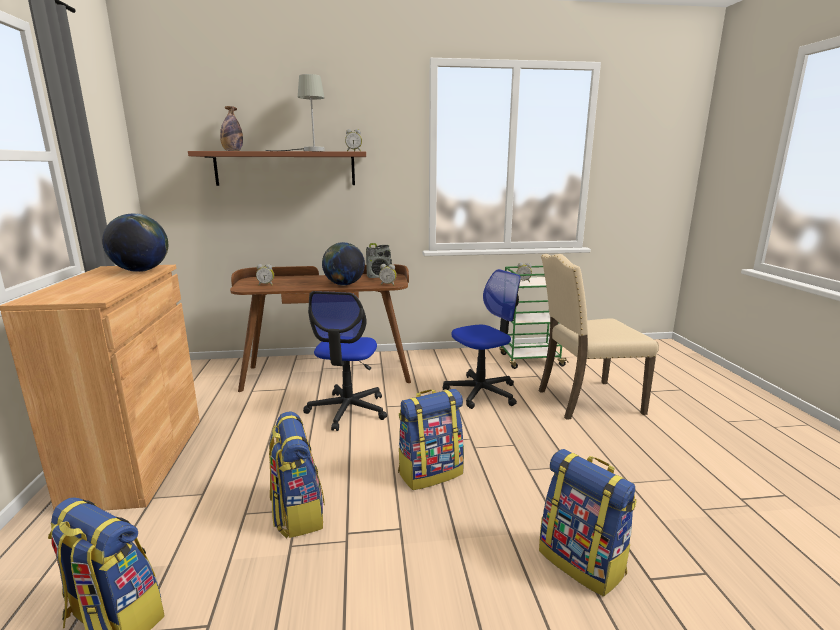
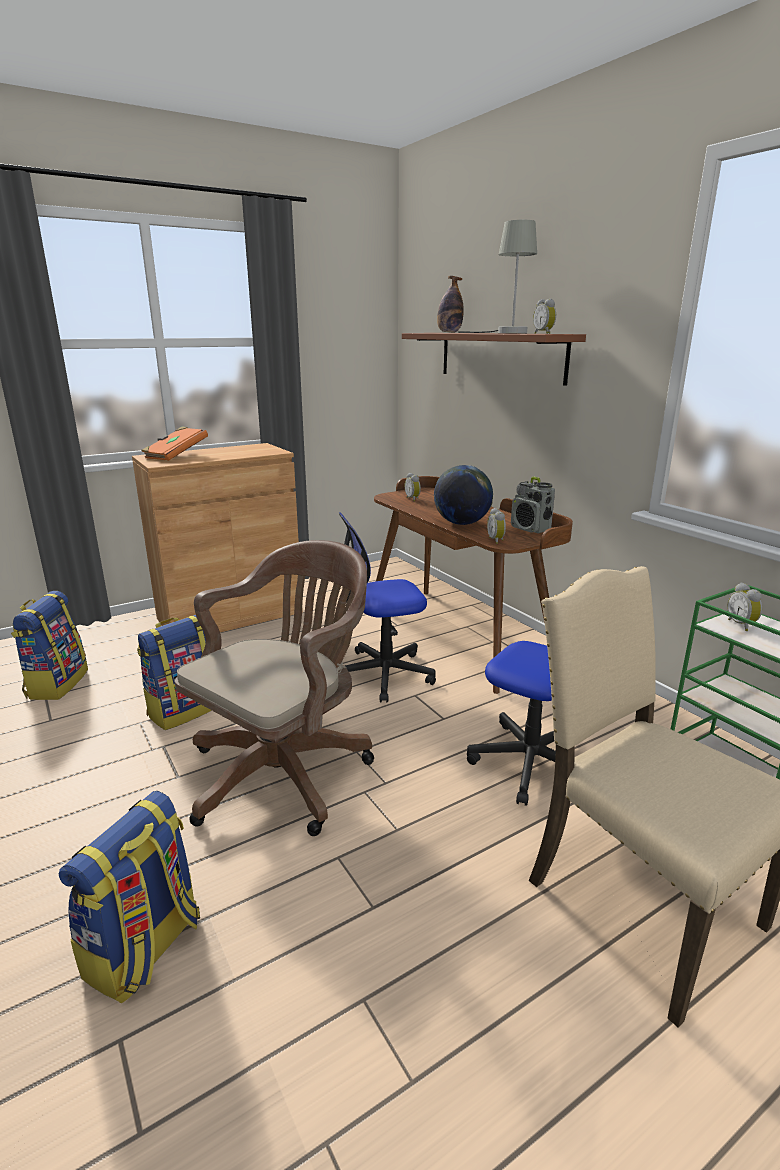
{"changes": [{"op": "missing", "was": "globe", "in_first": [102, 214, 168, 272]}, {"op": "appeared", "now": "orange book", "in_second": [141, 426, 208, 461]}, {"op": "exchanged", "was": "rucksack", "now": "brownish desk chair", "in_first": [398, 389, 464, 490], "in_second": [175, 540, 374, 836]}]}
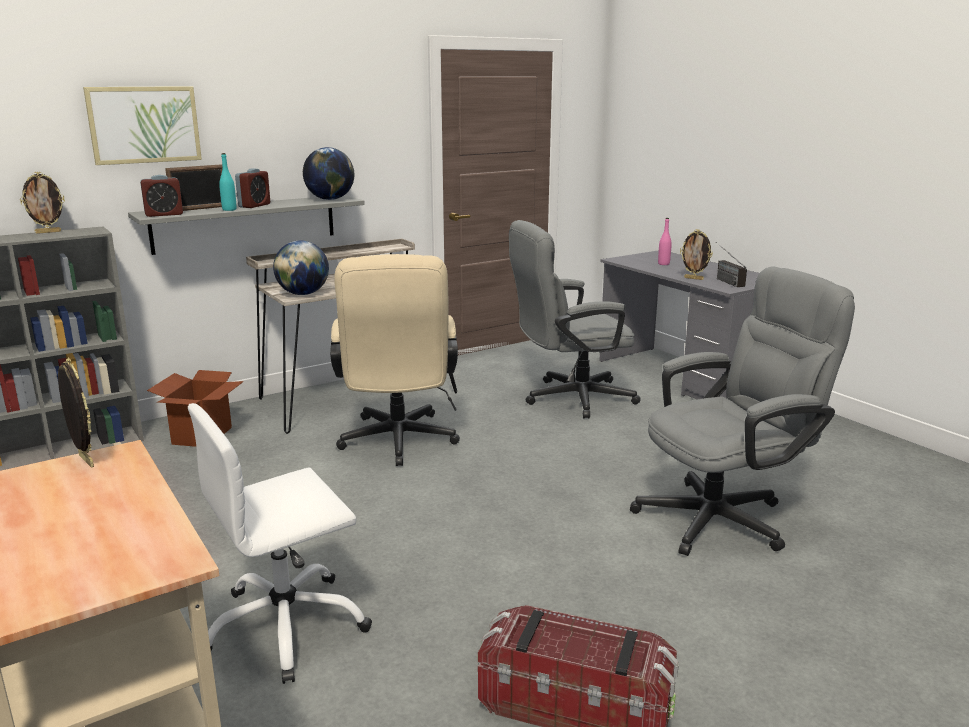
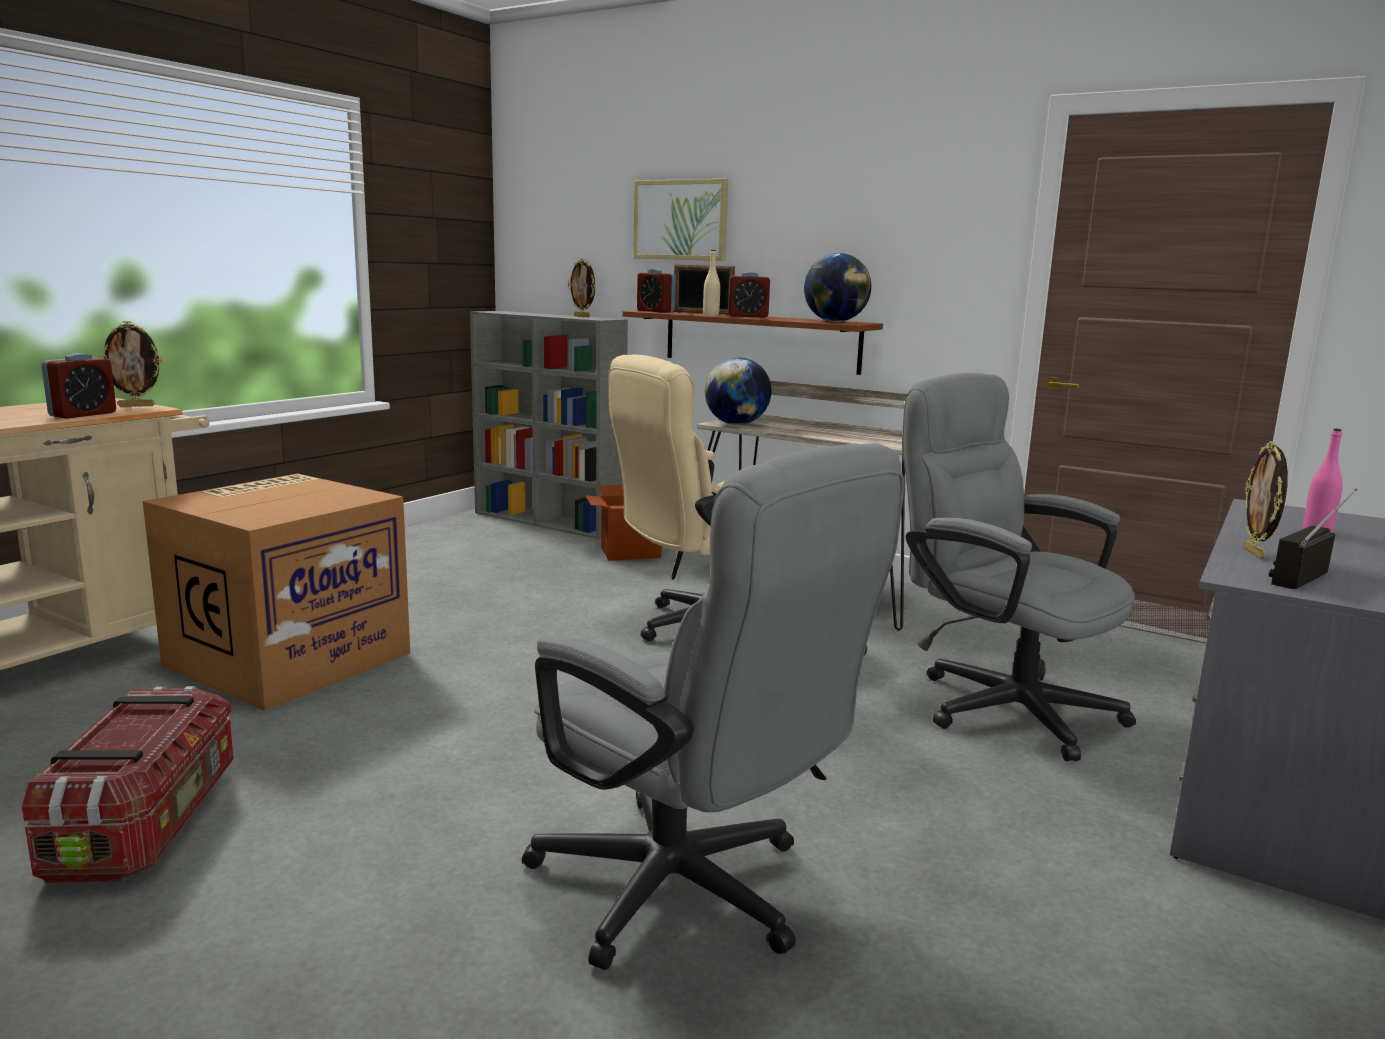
{"changes": [{"op": "appeared", "now": "alarm clock", "in_second": [41, 353, 116, 419]}, {"op": "exchanged", "was": "white desk chair", "now": "cardboard box", "in_first": [188, 403, 372, 684], "in_second": [143, 474, 410, 711]}, {"op": "colour", "was": "greyish bracket shelf", "now": "brownish bracket shelf", "in_first": [128, 195, 365, 255], "in_second": [622, 310, 883, 375]}, {"op": "colour", "was": "turquoise beverage bottle", "now": "beige-coloured beverage bottle", "in_first": [219, 153, 236, 211], "in_second": [703, 250, 720, 316]}, {"op": "spun", "was": "picture frame", "in_first": [58, 357, 94, 468], "in_second": [99, 321, 163, 407], "clockwise": 45}]}
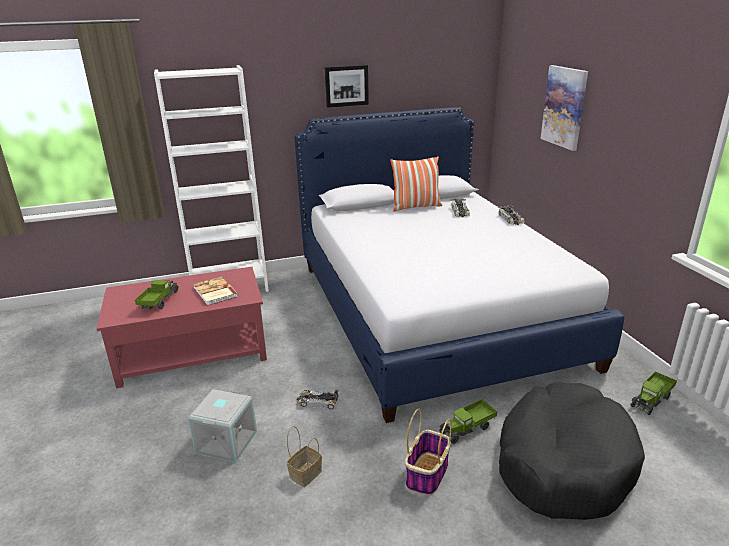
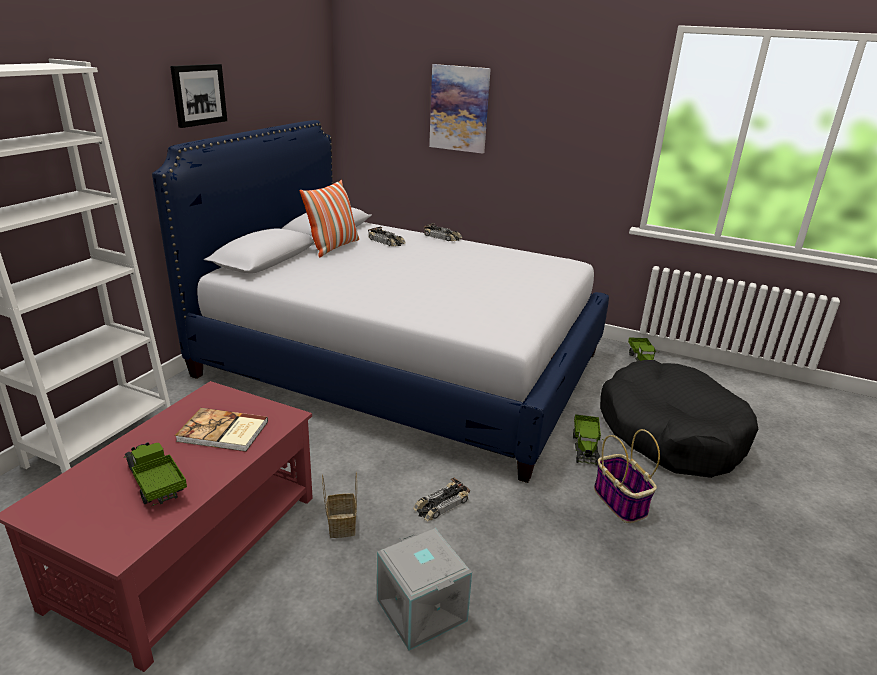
{"changes": [{"op": "relocated", "was": "storage basket", "in_first": [287, 426, 322, 487], "in_second": [322, 472, 357, 538]}]}
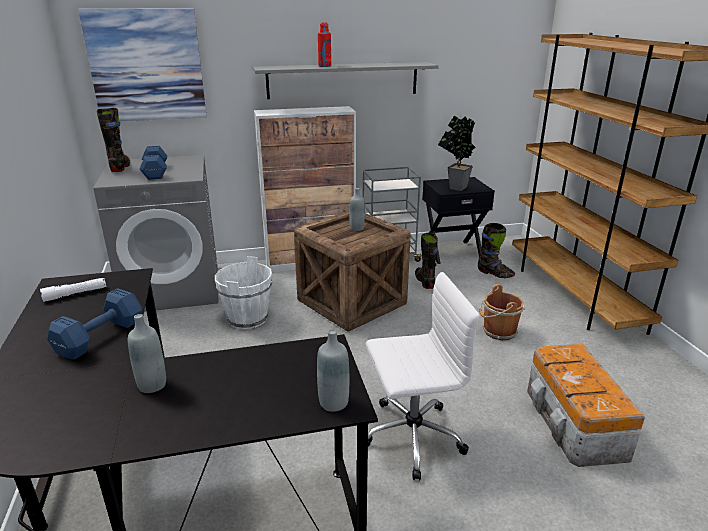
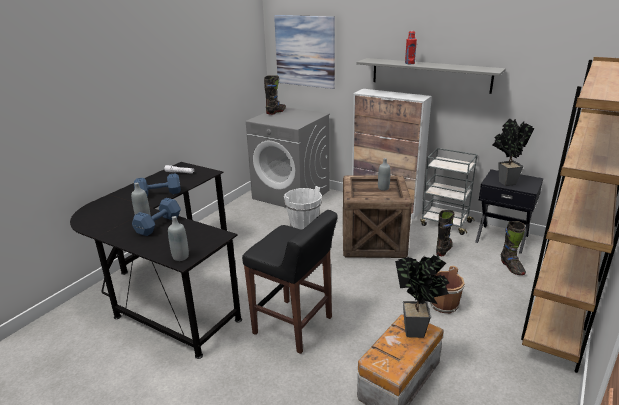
{"changes": [{"op": "appeared", "now": "potted plant", "in_second": [395, 253, 449, 338]}, {"op": "relocated", "was": "blue free weight", "in_first": [140, 146, 167, 180], "in_second": [132, 198, 181, 236]}, {"op": "exchanged", "was": "white desk chair", "now": "black stool", "in_first": [366, 272, 479, 481], "in_second": [242, 210, 338, 354]}]}
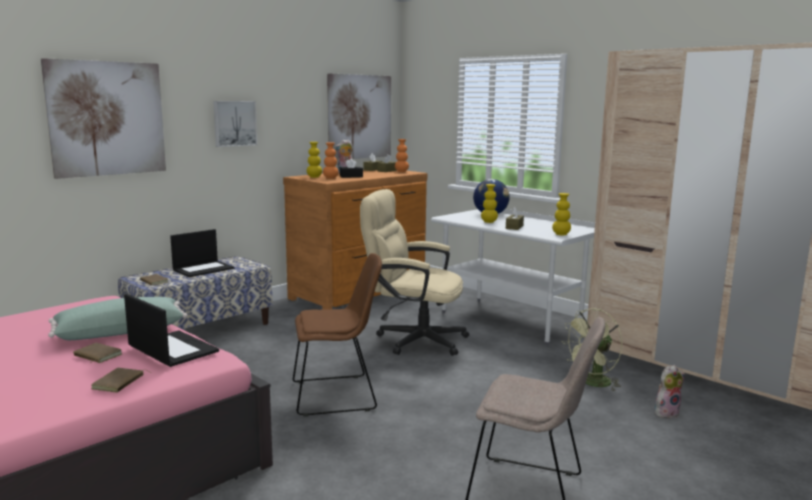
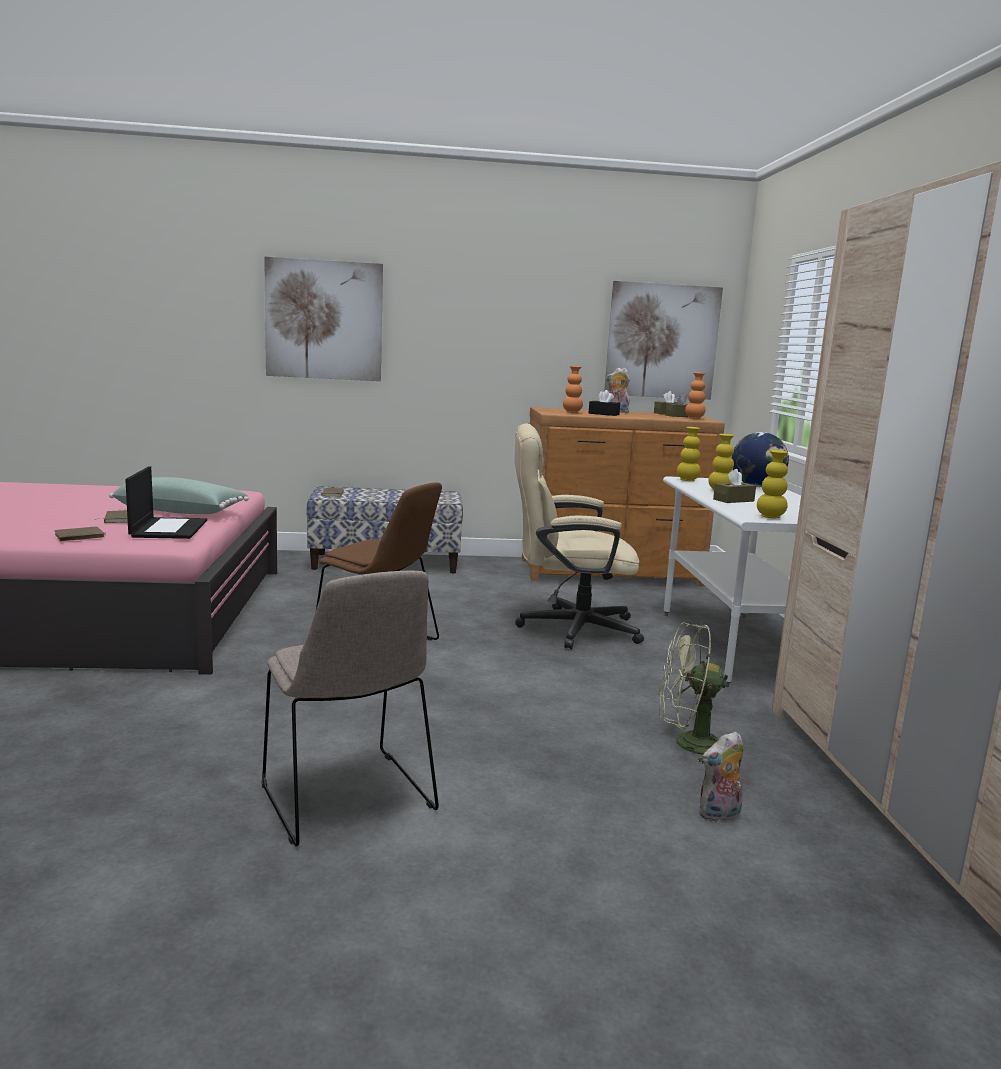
{"changes": [{"op": "missing", "was": "notebook computer", "in_first": [170, 229, 235, 277]}, {"op": "missing", "was": "picture", "in_first": [213, 101, 257, 147]}, {"op": "relocated", "was": "yellow decorative vase", "in_first": [307, 142, 322, 178], "in_second": [677, 427, 701, 481]}, {"op": "spun", "was": "beige-coloured desk chair", "in_first": [360, 189, 469, 356], "in_second": [515, 423, 644, 649], "clockwise": -60}, {"op": "spun", "was": "plush toy", "in_first": [654, 365, 685, 418], "in_second": [699, 731, 744, 823], "clockwise": 135}]}
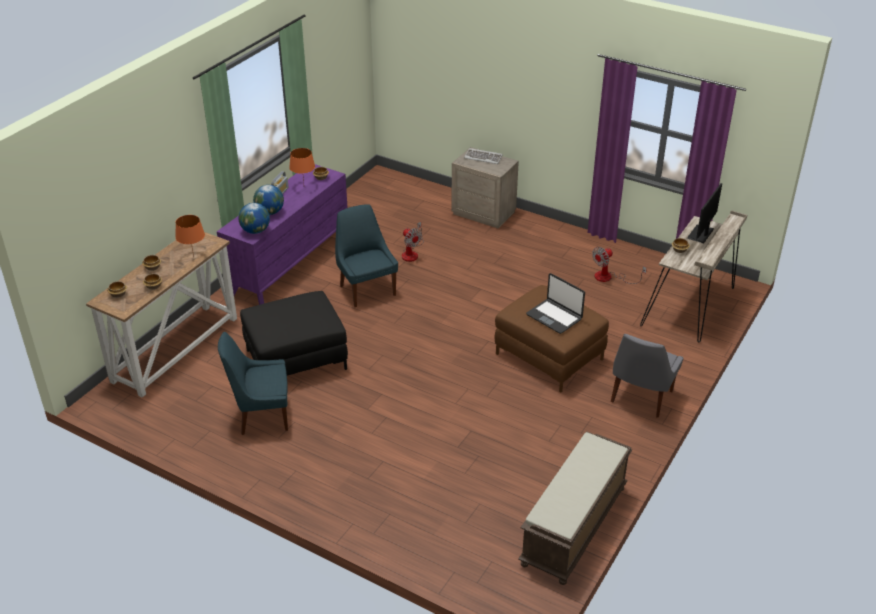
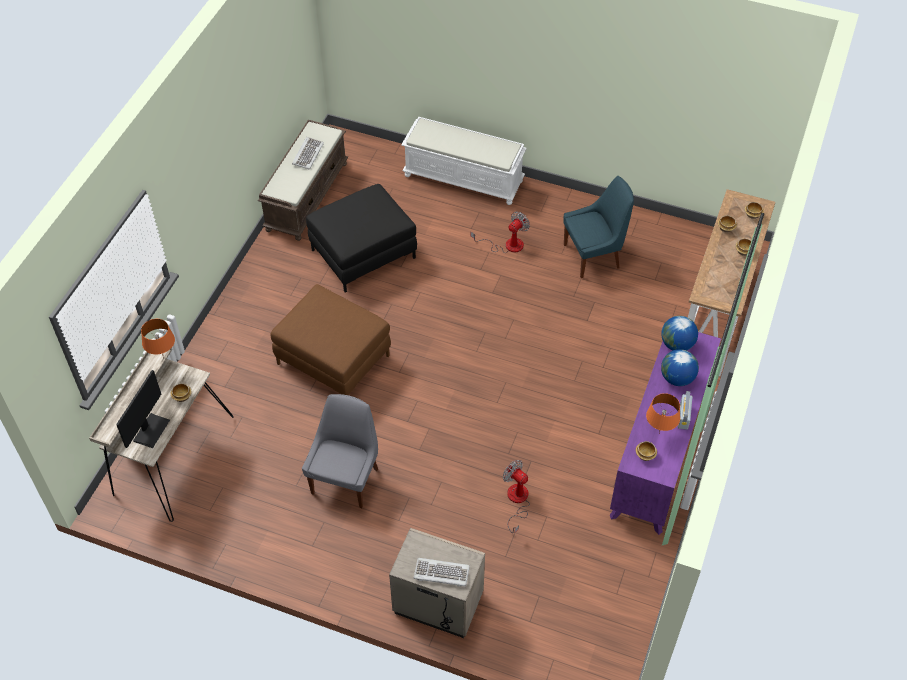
{"changes": [{"op": "missing", "was": "blue upright chair", "in_first": [335, 204, 398, 307]}, {"op": "missing", "was": "notebook computer", "in_first": [526, 273, 585, 334]}, {"op": "appeared", "now": "keyboard", "in_second": [292, 137, 324, 169]}, {"op": "appeared", "now": "white indoor bench", "in_second": [401, 117, 527, 205]}, {"op": "relocated", "was": "orange tabletop lamp", "in_first": [175, 215, 205, 256], "in_second": [141, 319, 175, 358]}, {"op": "relocated", "was": "black ottoman", "in_first": [240, 291, 348, 376], "in_second": [306, 184, 417, 293]}, {"op": "relocated", "was": "cooling fan", "in_first": [592, 247, 647, 284], "in_second": [471, 212, 530, 253]}, {"op": "relocated", "was": "greyish upright chair", "in_first": [611, 334, 684, 418], "in_second": [302, 394, 378, 508]}]}
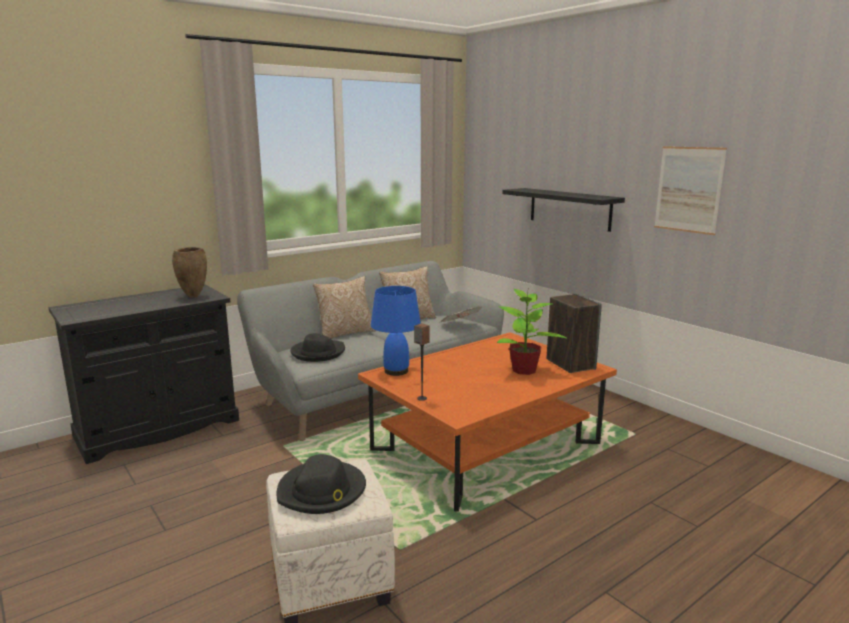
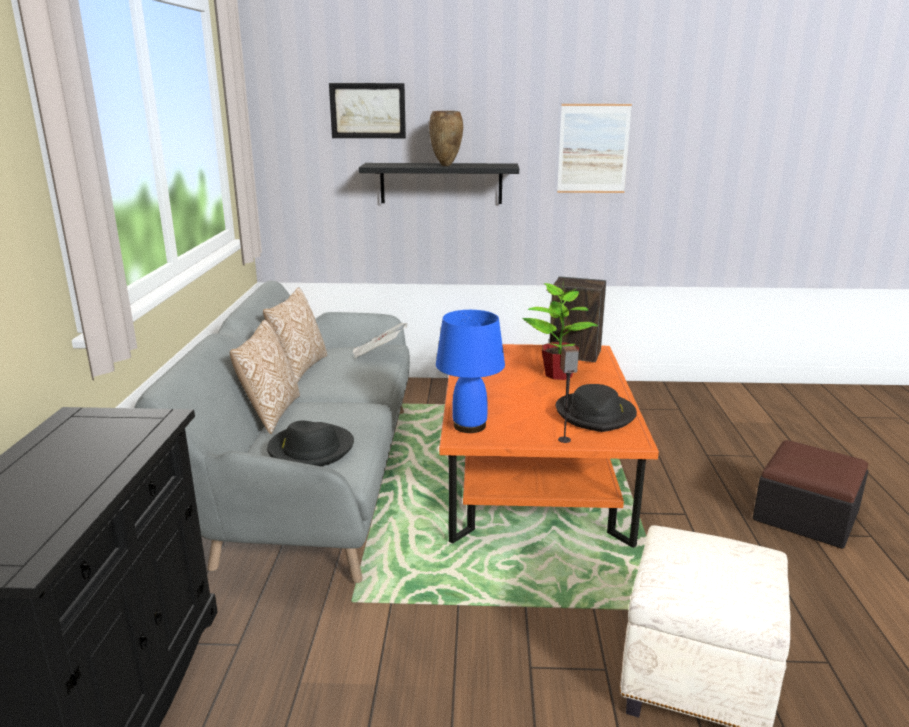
{"changes": [{"op": "appeared", "now": "picture", "in_second": [329, 83, 406, 138]}, {"op": "appeared", "now": "ottoman", "in_second": [753, 440, 868, 549]}, {"op": "relocated", "was": "brownish decorative vase", "in_first": [172, 247, 207, 298], "in_second": [429, 111, 463, 166]}, {"op": "relocated", "was": "black hat", "in_first": [277, 454, 366, 514], "in_second": [556, 384, 637, 432]}]}
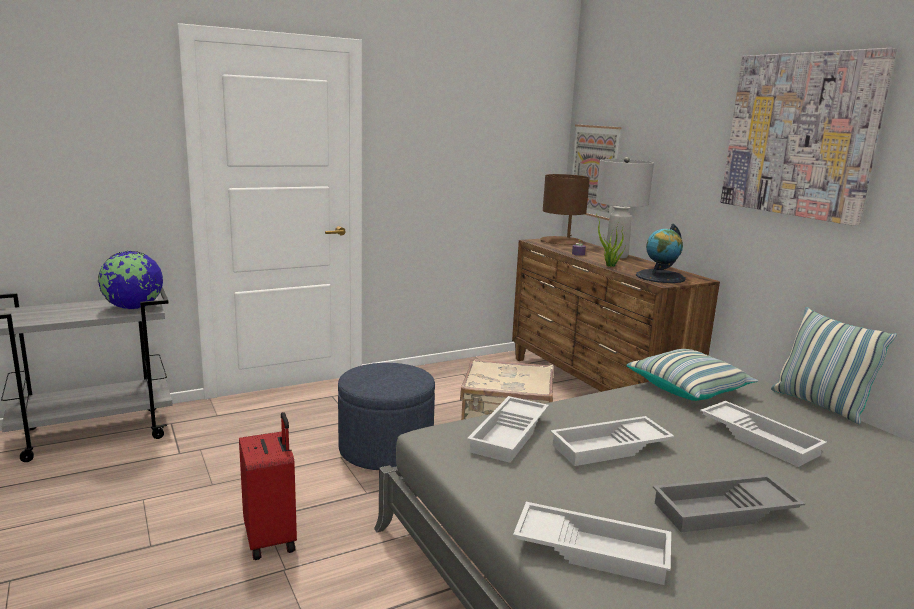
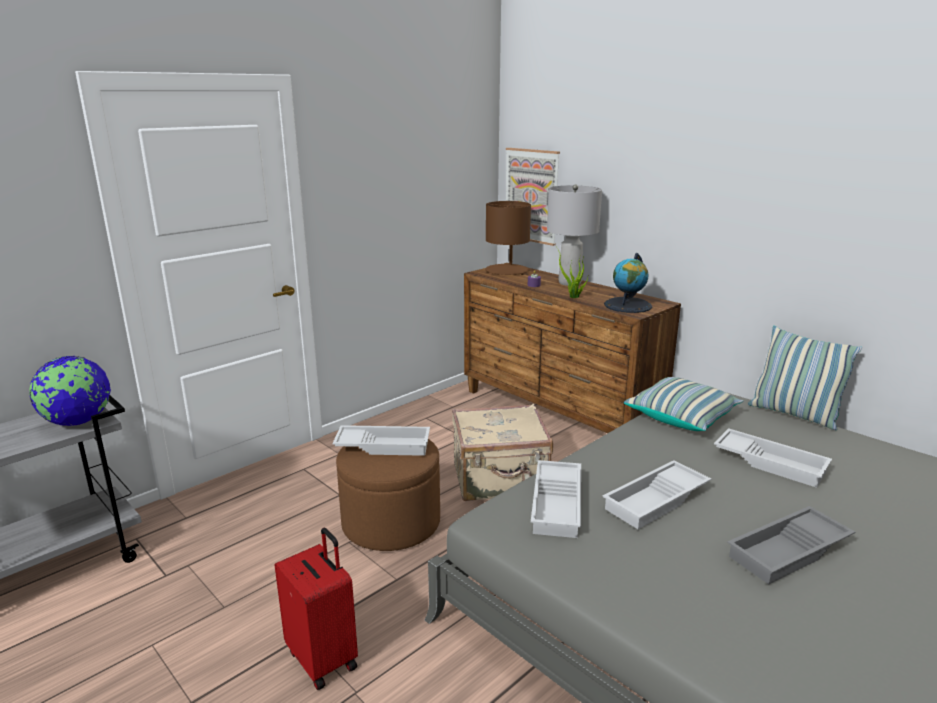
{"changes": [{"op": "missing", "was": "picture", "in_first": [721, 48, 897, 226]}, {"op": "relocated", "was": "white carrying tray", "in_first": [513, 502, 671, 585], "in_second": [332, 425, 430, 456]}, {"op": "colour", "was": "blue ottoman", "now": "brownish ottoman", "in_first": [338, 363, 435, 470], "in_second": [336, 439, 440, 551]}]}
